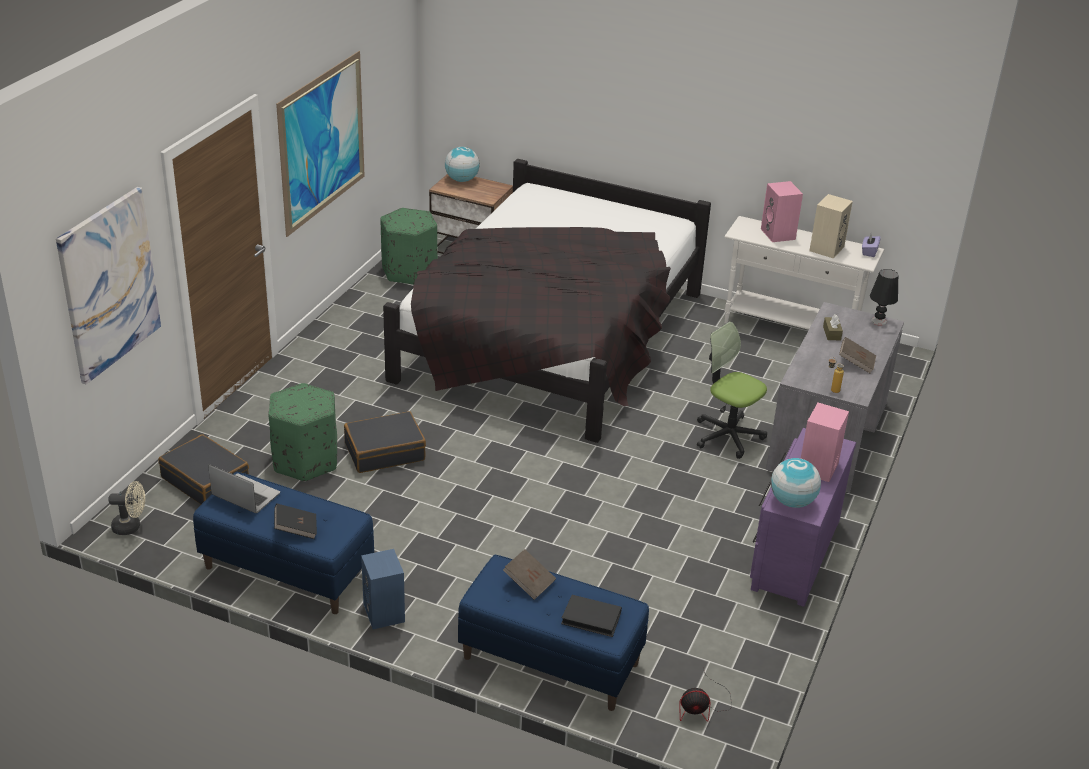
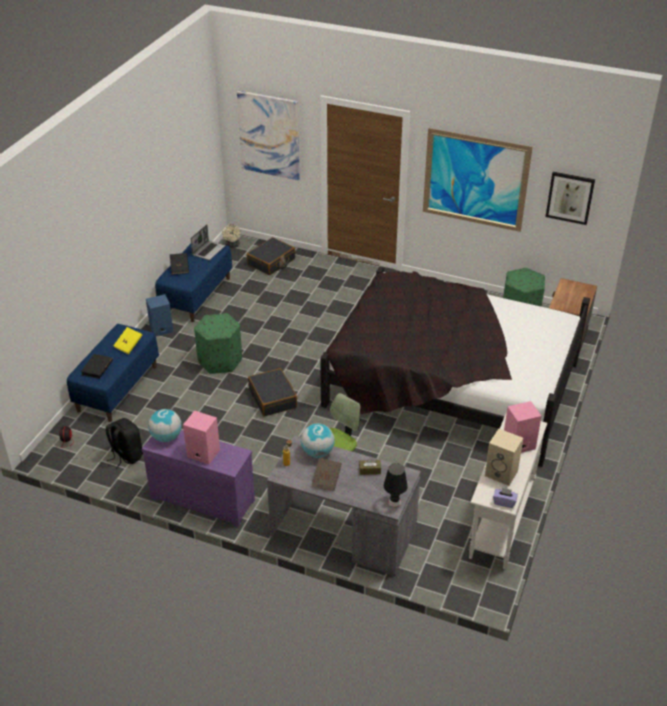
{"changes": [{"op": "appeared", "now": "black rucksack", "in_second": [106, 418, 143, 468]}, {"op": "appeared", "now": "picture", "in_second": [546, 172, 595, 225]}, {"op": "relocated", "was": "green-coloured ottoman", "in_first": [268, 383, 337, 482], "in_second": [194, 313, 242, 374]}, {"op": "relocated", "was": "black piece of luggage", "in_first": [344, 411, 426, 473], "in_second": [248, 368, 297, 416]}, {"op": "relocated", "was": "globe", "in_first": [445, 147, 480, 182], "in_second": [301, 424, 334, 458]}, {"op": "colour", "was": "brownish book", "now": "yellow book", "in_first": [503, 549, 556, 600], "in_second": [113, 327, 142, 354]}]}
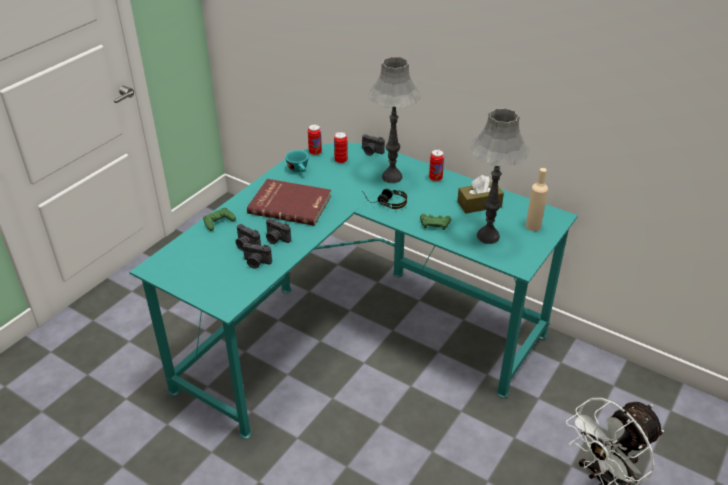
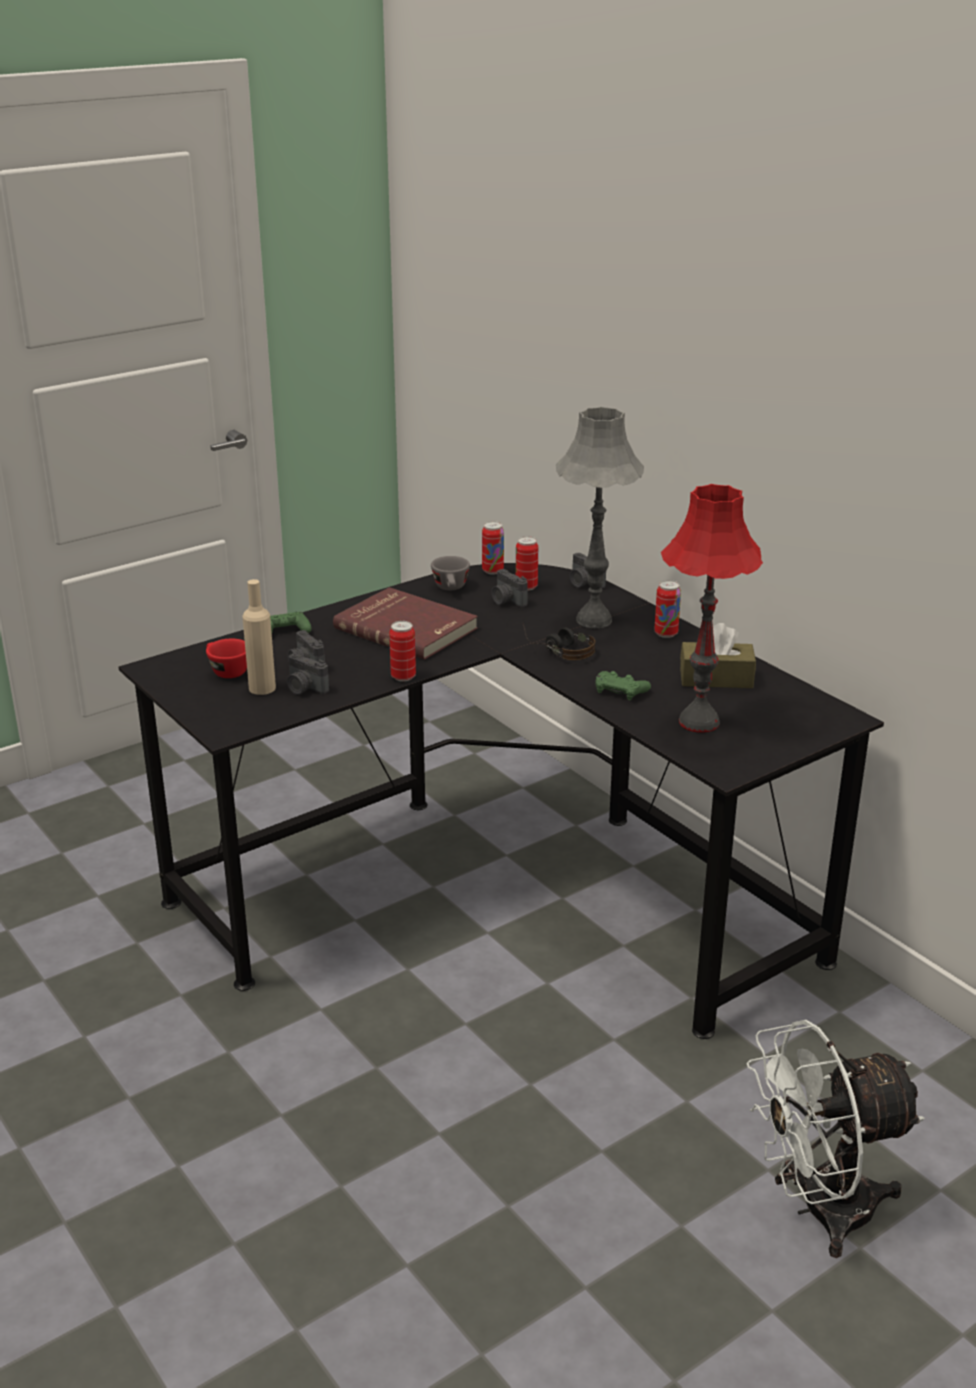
{"changes": [{"op": "appeared", "now": "reddish small cup", "in_second": [206, 639, 247, 678]}, {"op": "appeared", "now": "metal can", "in_second": [389, 621, 416, 682]}, {"op": "relocated", "was": "still camera", "in_first": [266, 218, 291, 244], "in_second": [491, 569, 528, 607]}, {"op": "relocated", "was": "beige-coloured beverage bottle", "in_first": [525, 168, 548, 231], "in_second": [242, 579, 276, 695]}, {"op": "colour", "was": "turquoise desk", "now": "black desk", "in_first": [130, 143, 578, 439], "in_second": [119, 563, 884, 1039]}, {"op": "colour", "was": "turquoise small cup", "now": "greyish small cup", "in_first": [285, 150, 309, 172], "in_second": [431, 556, 470, 590]}, {"op": "colour", "was": "greyish tabletop lamp", "now": "reddish tabletop lamp", "in_first": [471, 108, 530, 244], "in_second": [661, 484, 763, 733]}]}
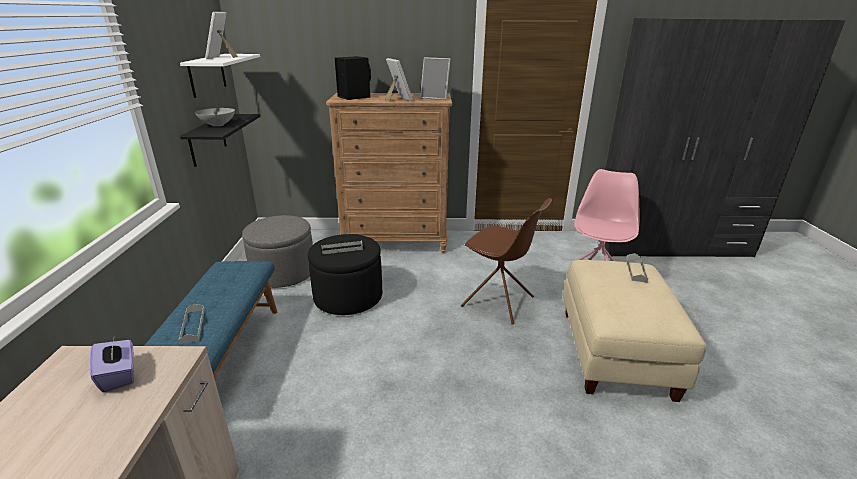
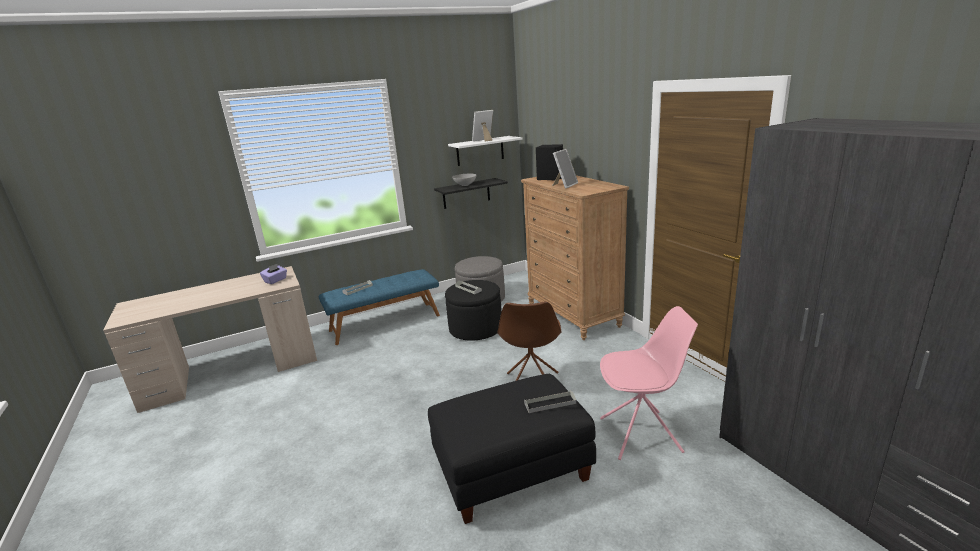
{"changes": [{"op": "missing", "was": "picture frame", "in_first": [420, 57, 450, 100]}, {"op": "colour", "was": "beige-coloured ottoman", "now": "black ottoman", "in_first": [563, 260, 706, 402], "in_second": [428, 374, 596, 524]}]}
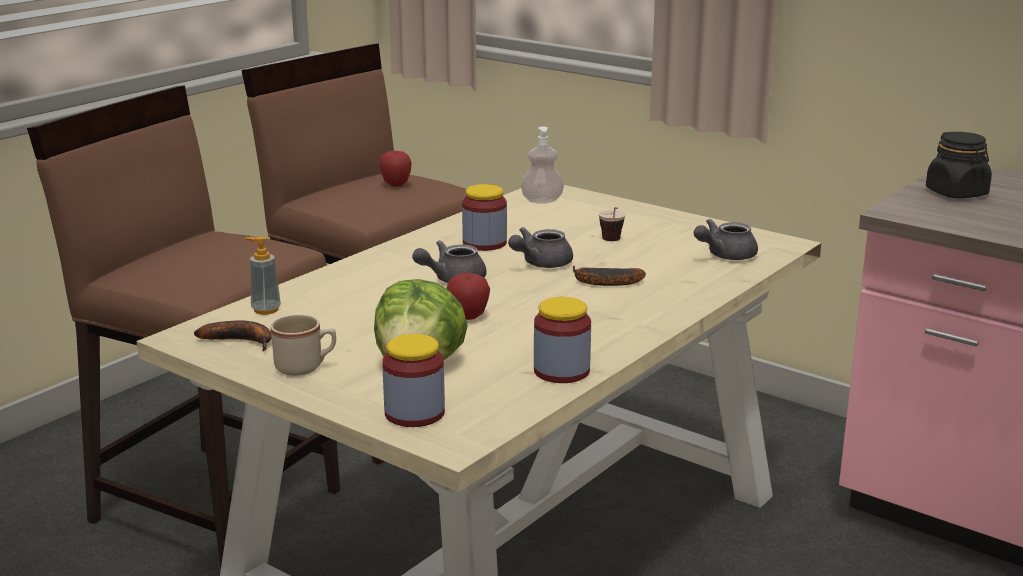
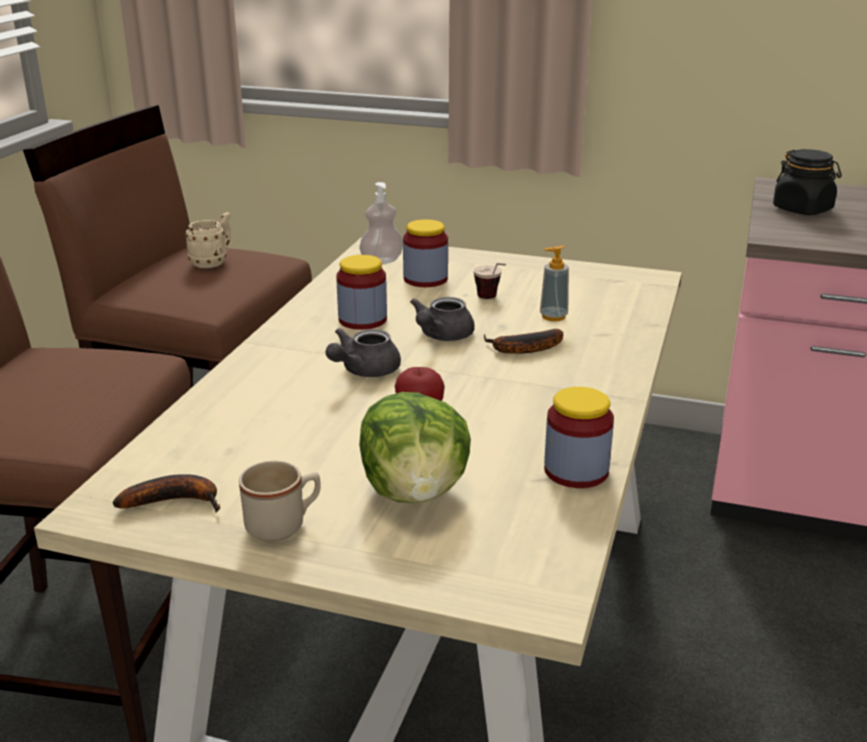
{"changes": [{"op": "missing", "was": "greyish tea pot", "in_first": [694, 219, 758, 260]}, {"op": "relocated", "was": "soap dispenser", "in_first": [245, 237, 281, 315], "in_second": [540, 246, 569, 321]}, {"op": "relocated", "was": "jar", "in_first": [382, 334, 445, 427], "in_second": [403, 219, 448, 287]}, {"op": "exchanged", "was": "whole apple", "now": "beige-coloured coffee mug", "in_first": [379, 150, 412, 186], "in_second": [185, 212, 231, 268]}]}
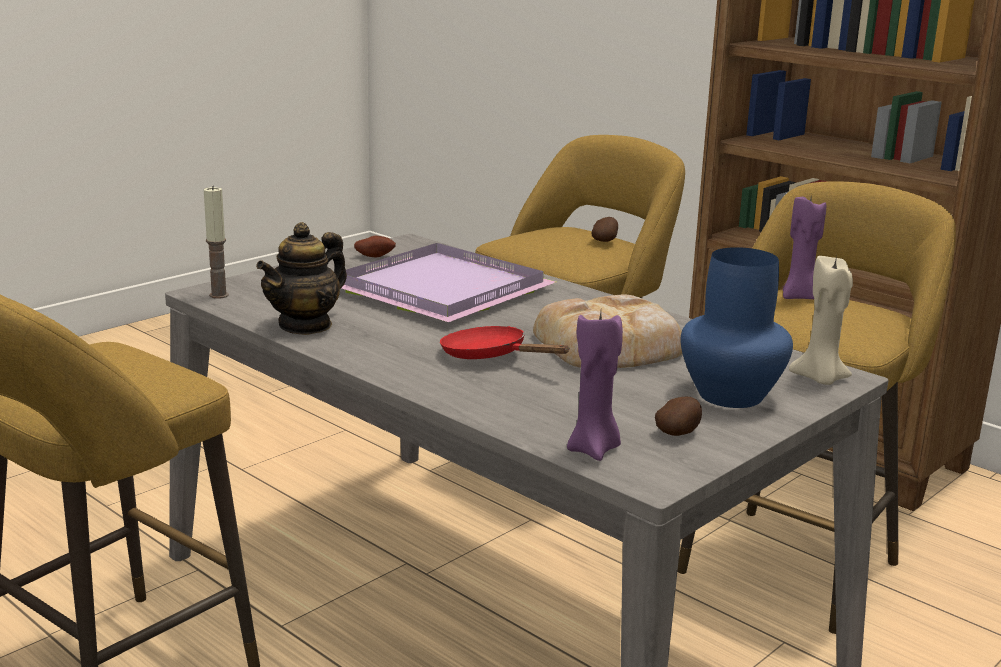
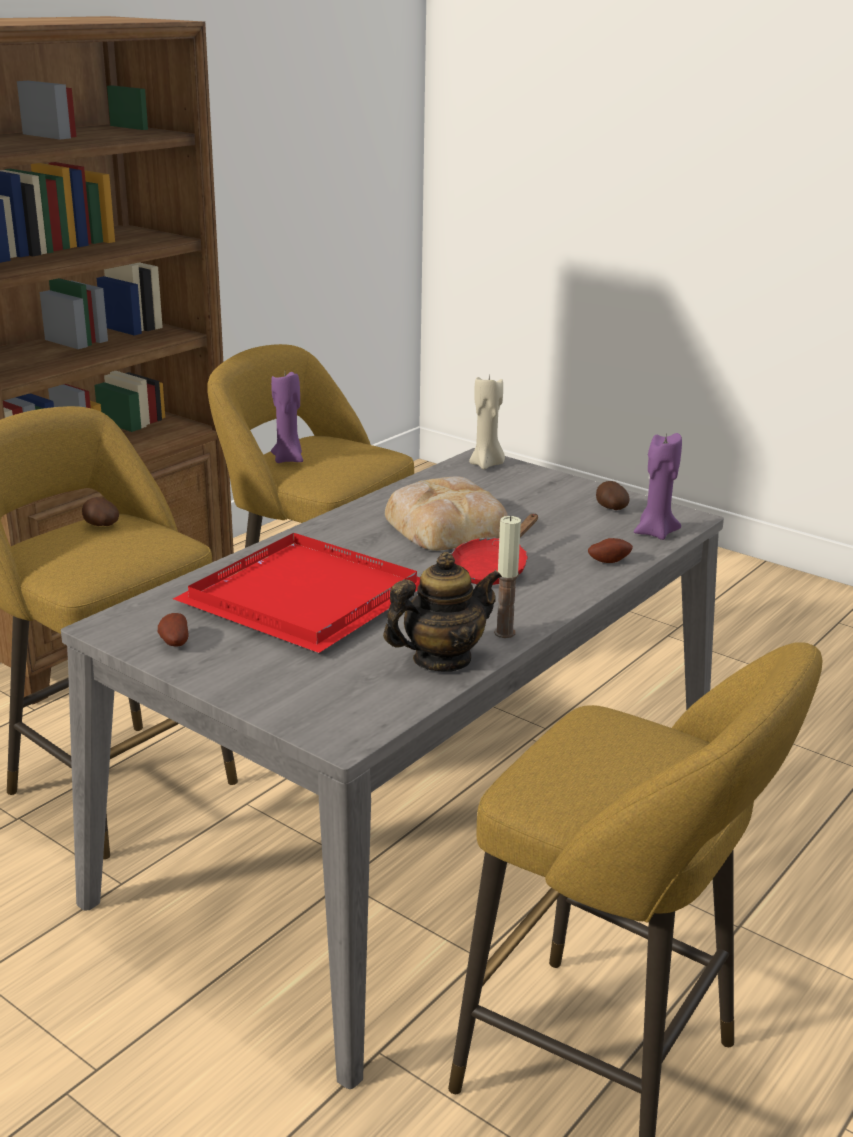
{"changes": [{"op": "missing", "was": "blue decorative vase", "in_first": [681, 247, 793, 408]}, {"op": "appeared", "now": "potato", "in_second": [588, 538, 633, 563]}, {"op": "relocated", "was": "wax light", "in_first": [204, 186, 229, 299], "in_second": [494, 516, 521, 638]}, {"op": "colour", "was": "purple carrying tray", "now": "reddish carrying tray", "in_first": [341, 243, 556, 322], "in_second": [173, 533, 420, 653]}, {"op": "spun", "was": "tea pot", "in_first": [256, 222, 347, 335], "in_second": [383, 552, 502, 672], "clockwise": -60}]}
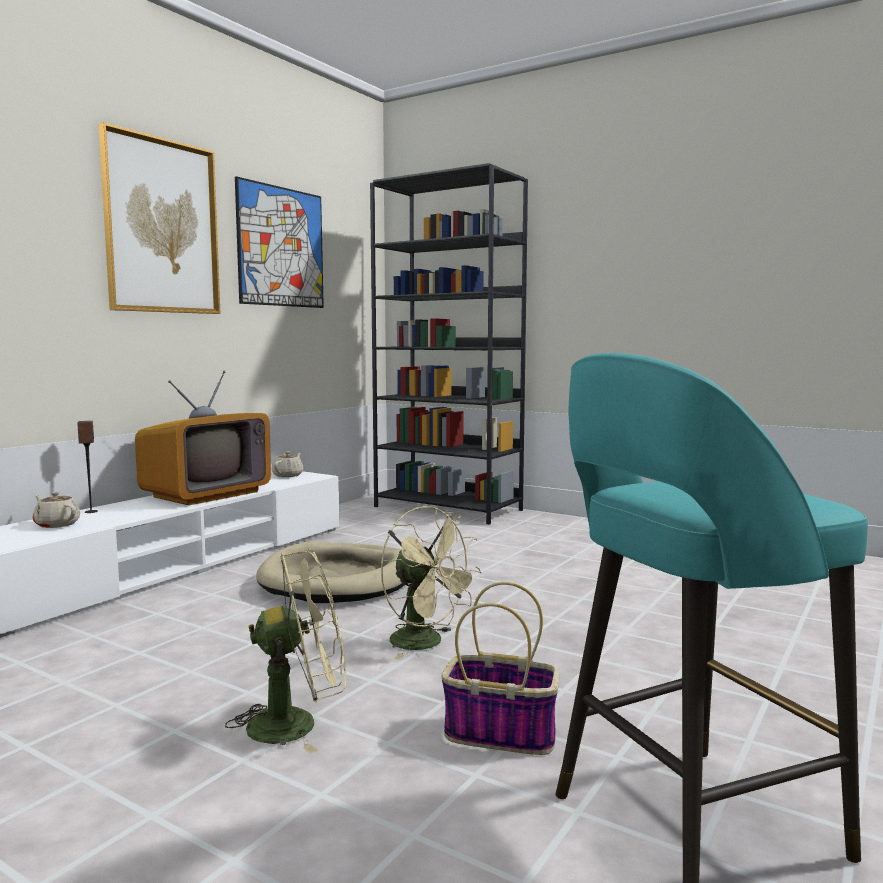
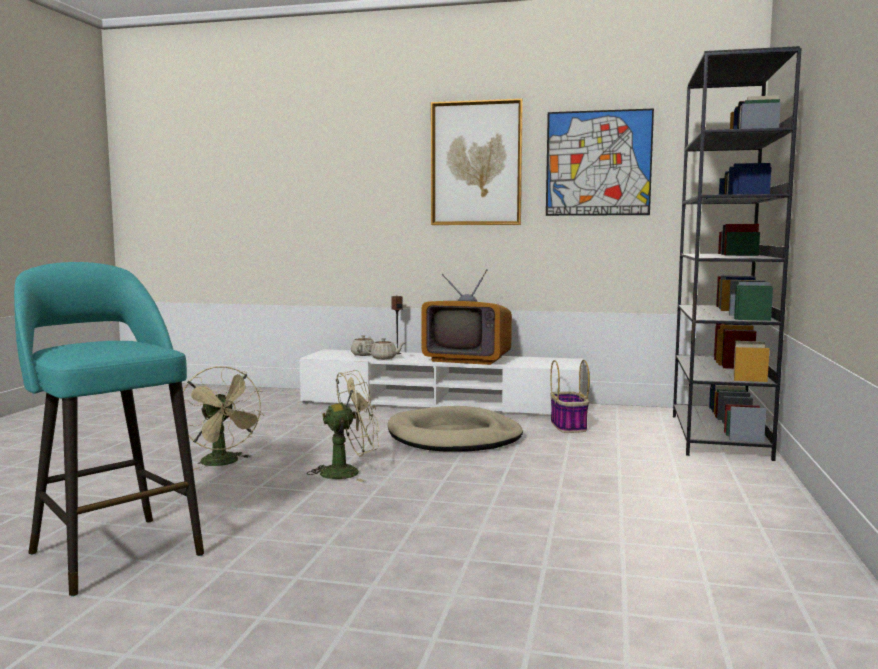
{"changes": [{"op": "relocated", "was": "beige-coloured tea pot", "in_first": [272, 451, 304, 477], "in_second": [364, 338, 406, 359]}, {"op": "relocated", "was": "storage basket", "in_first": [441, 582, 560, 755], "in_second": [550, 360, 590, 433]}, {"op": "spun", "was": "beige-coloured cooling fan", "in_first": [381, 506, 481, 660], "in_second": [307, 370, 380, 482], "clockwise": -135}]}
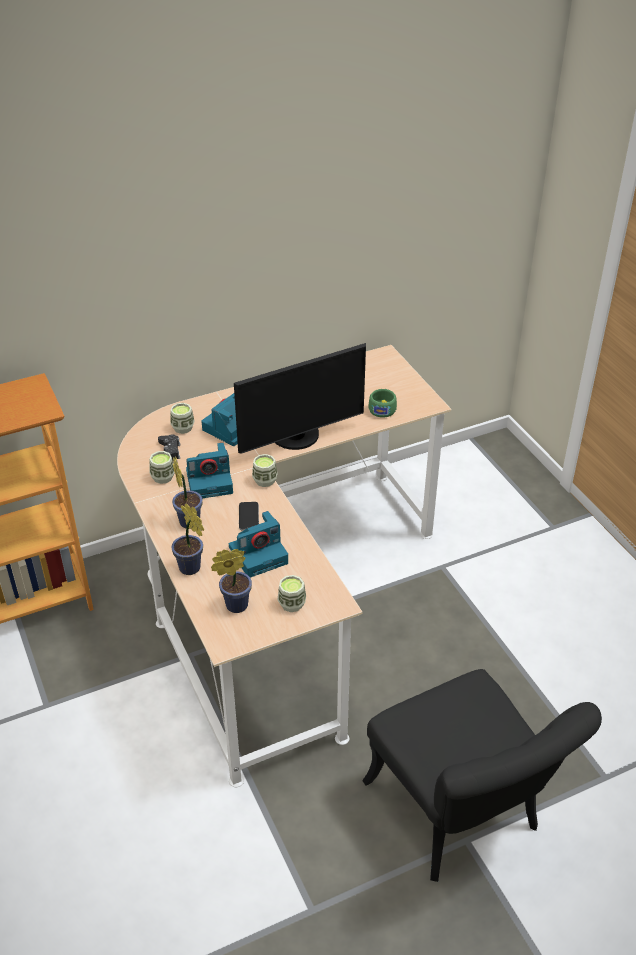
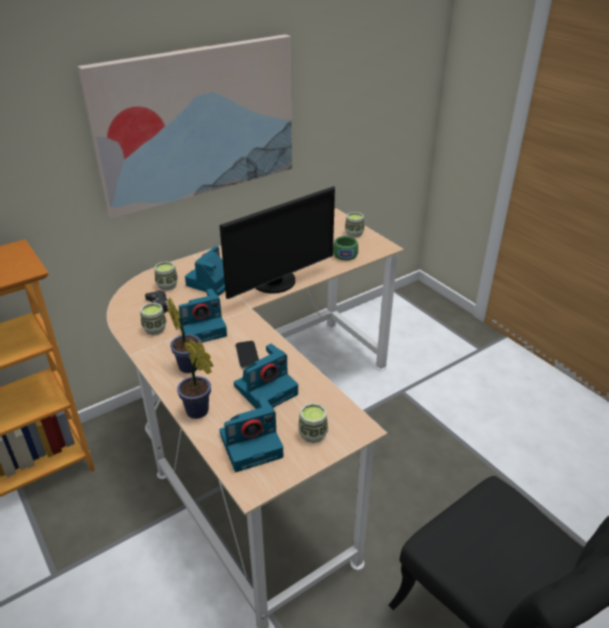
{"changes": [{"op": "appeared", "now": "picture", "in_second": [78, 34, 292, 219]}, {"op": "relocated", "was": "small cup", "in_first": [252, 454, 278, 487], "in_second": [345, 212, 364, 237]}, {"op": "exchanged", "was": "potted plant", "now": "still camera", "in_first": [211, 549, 252, 613], "in_second": [219, 396, 284, 472]}]}
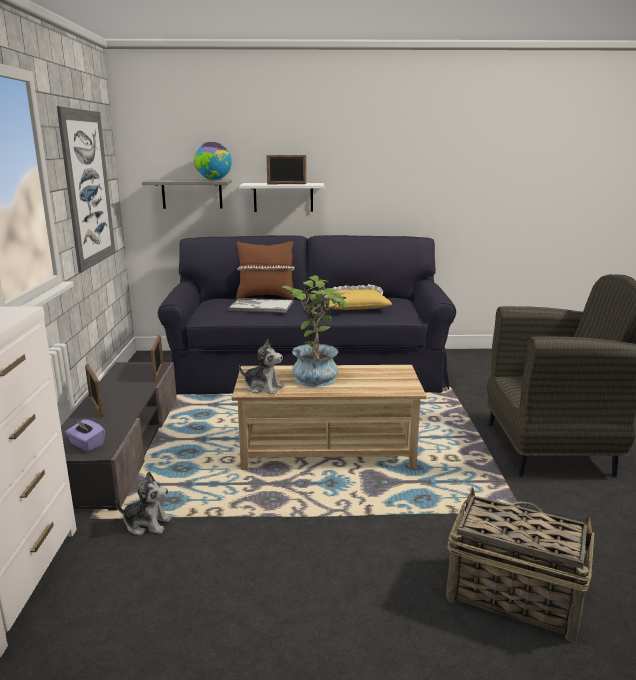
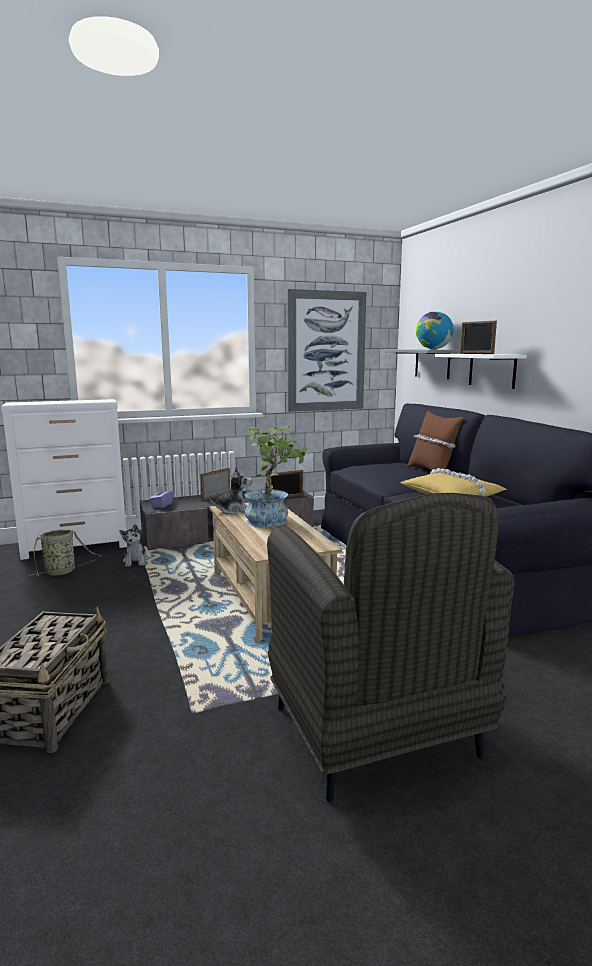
{"changes": [{"op": "missing", "was": "carrying tray", "in_first": [228, 298, 293, 313]}, {"op": "appeared", "now": "storage basket", "in_second": [29, 530, 102, 577]}, {"op": "spun", "was": "plush toy", "in_first": [239, 339, 284, 394], "in_second": [209, 467, 252, 514], "clockwise": -105}]}
